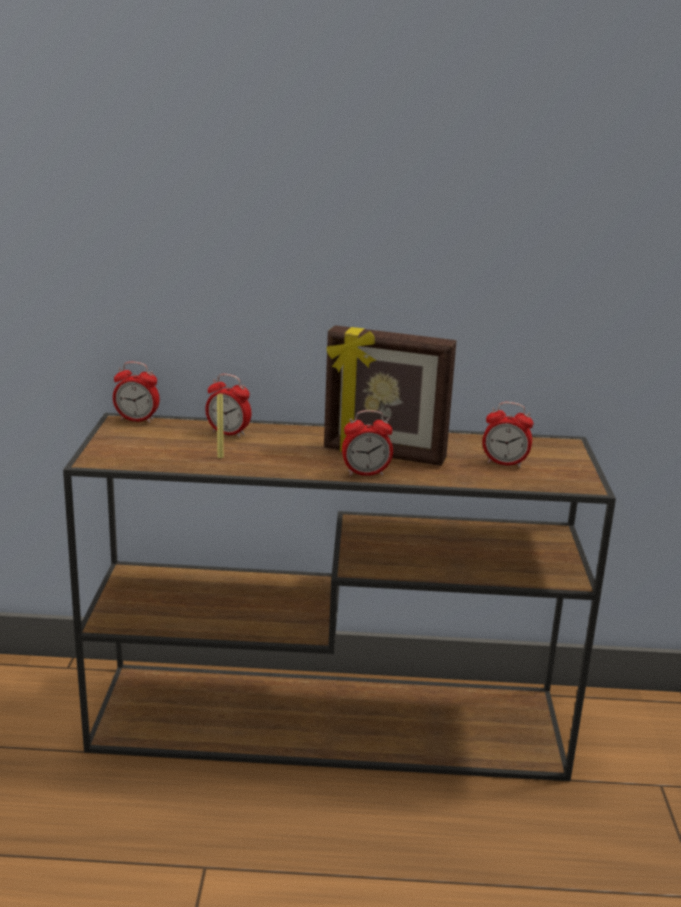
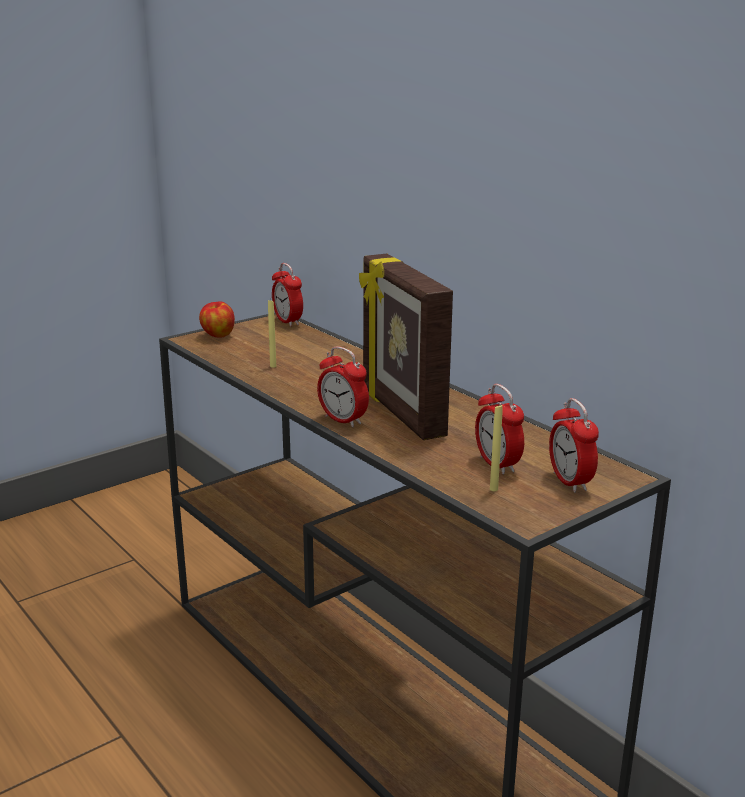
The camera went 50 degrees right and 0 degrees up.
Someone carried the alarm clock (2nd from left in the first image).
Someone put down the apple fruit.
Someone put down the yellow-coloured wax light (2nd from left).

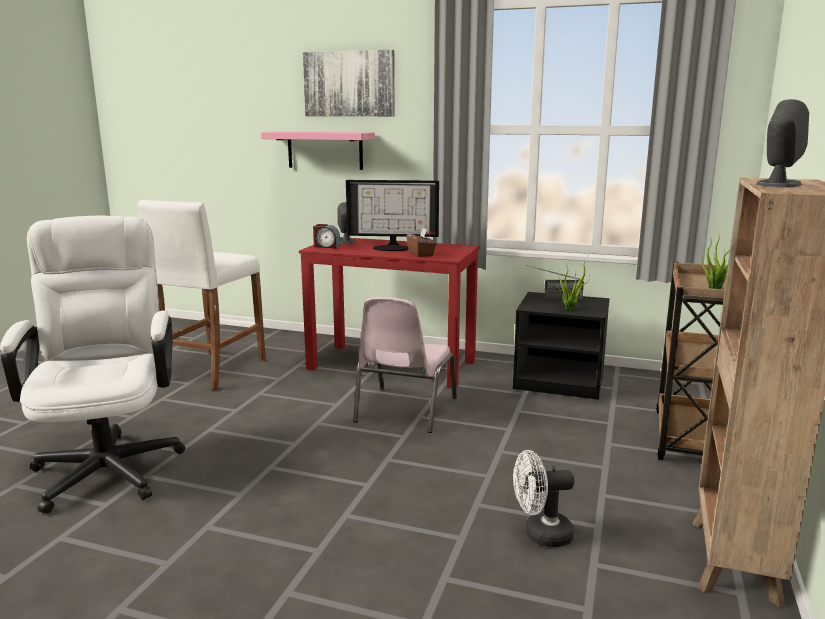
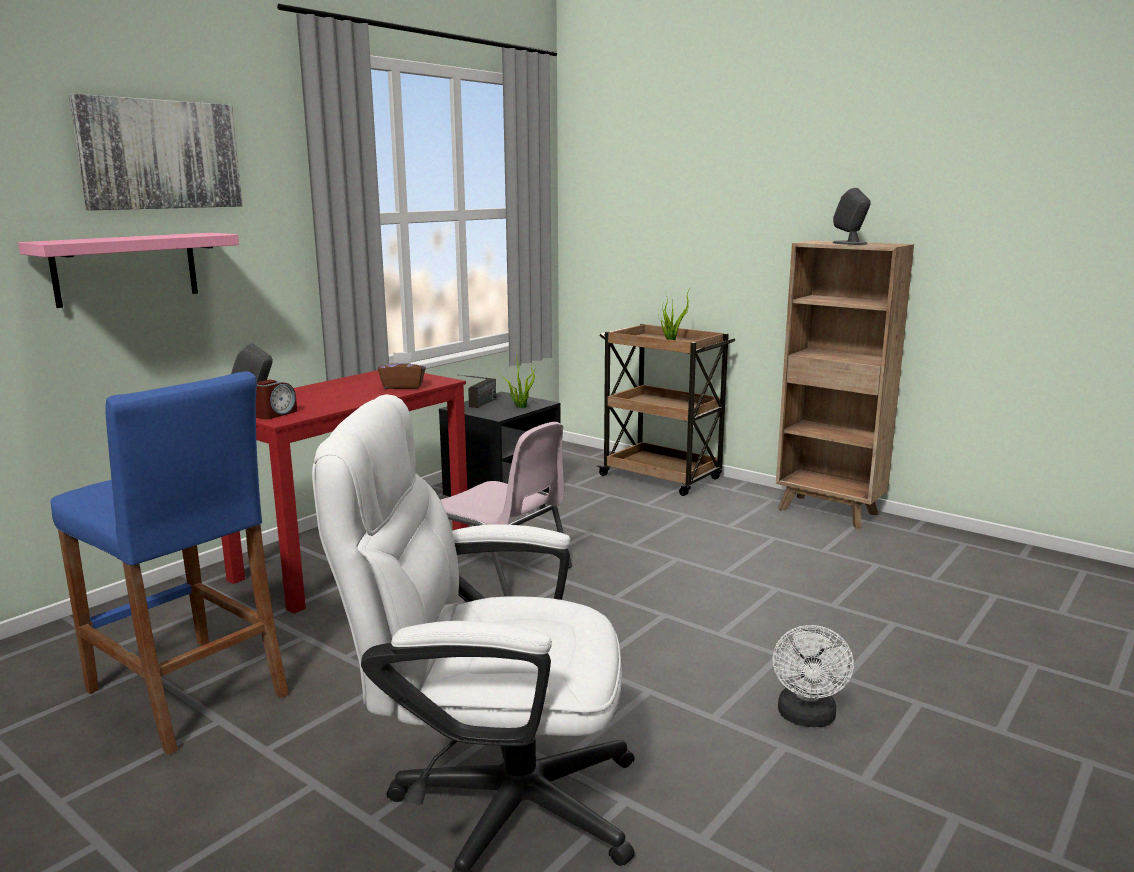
The camera went 70 degrees left and 0 degrees up.
Someone took away the computer screen.
Someone repainted the whitish sitting stool, which became the blue-coloured sitting stool.
Someone carried the whitish electric fan.

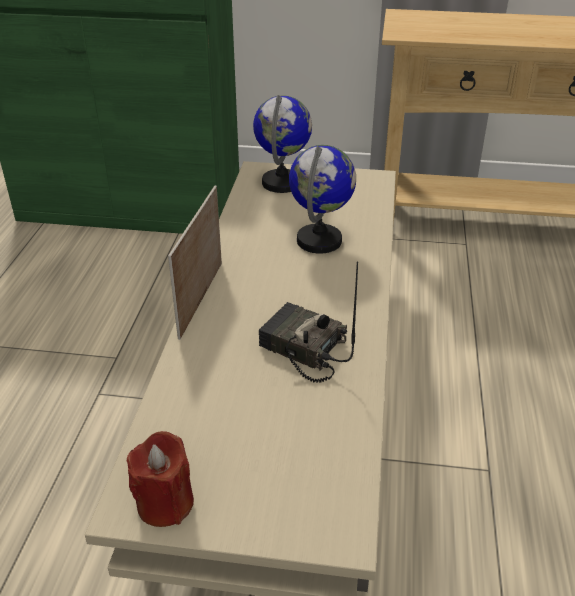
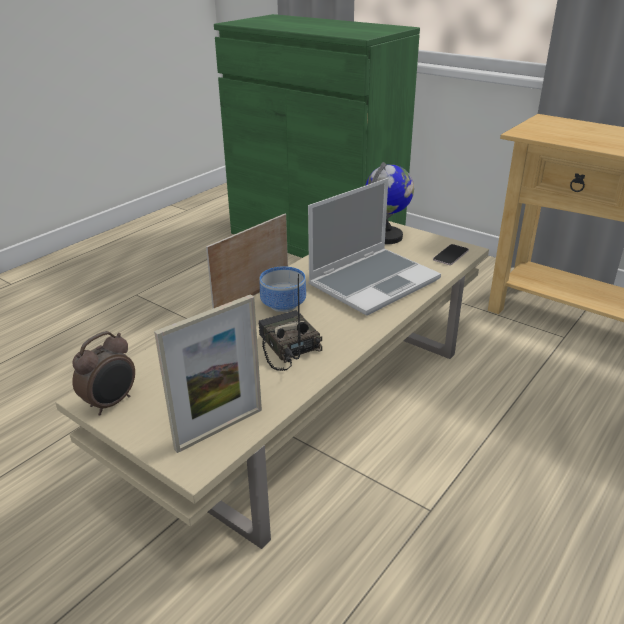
The camera went 30 degrees right and 5 degrees down.
Someone swapped the desk globe (2nd from left) for the laptop.
Someone swapped the red wax light for the alarm clock.
Someone put down the phone.
Someone put down the bowl.
Someone put down the standing frame (1st from left).

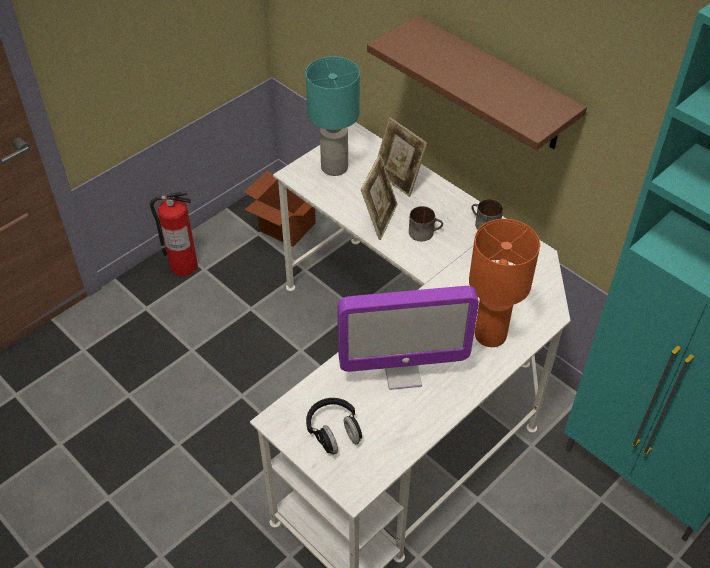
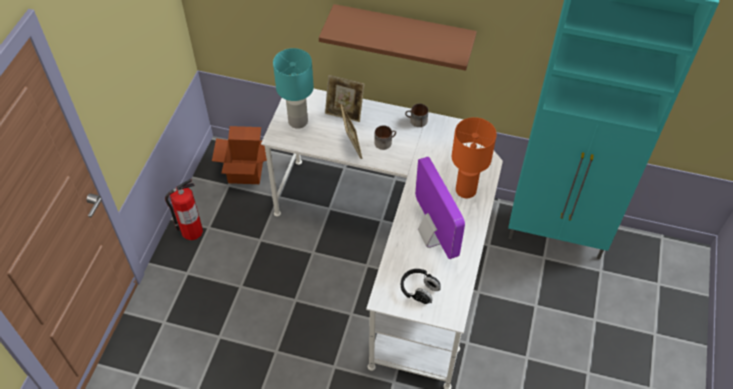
The camera went 30 degrees left and 5 degrees up.
Someone rotated the computer screen by 75 degrees counterclockwise.

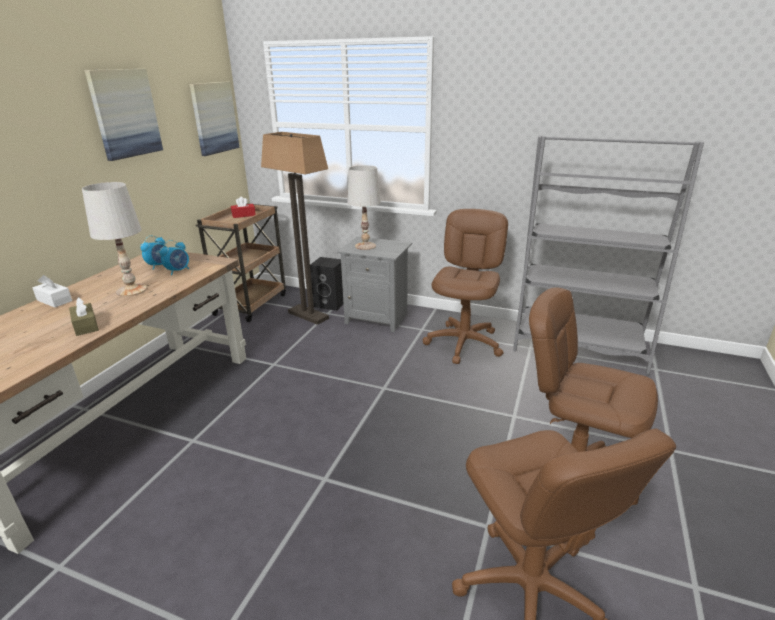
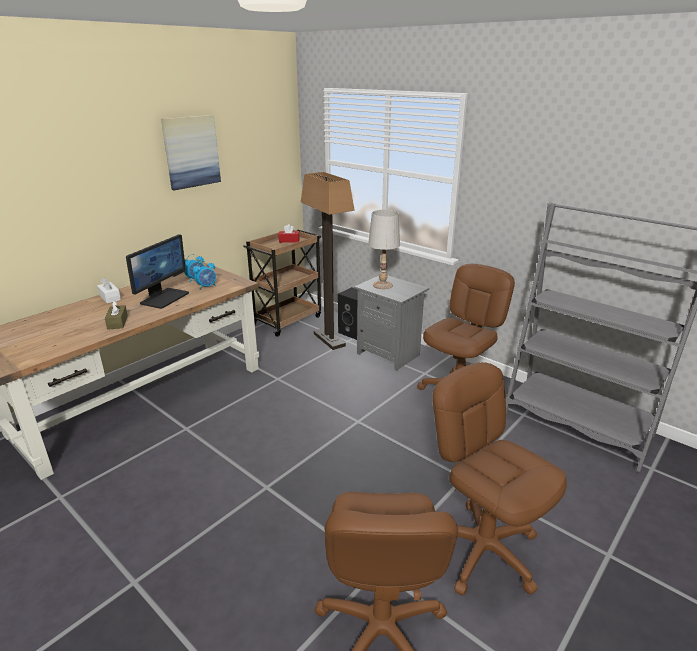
The camera went 20 degrees right and 0 degrees up.
Someone took away the picture (2nd from left).
Someone swapped the whitish lamp for a table (1st from left) for the computer screen.

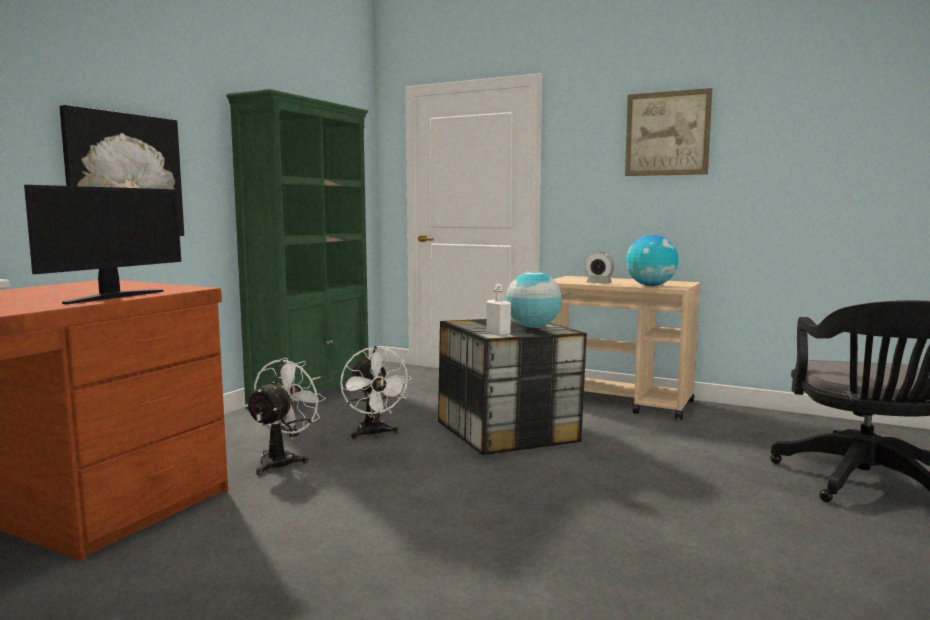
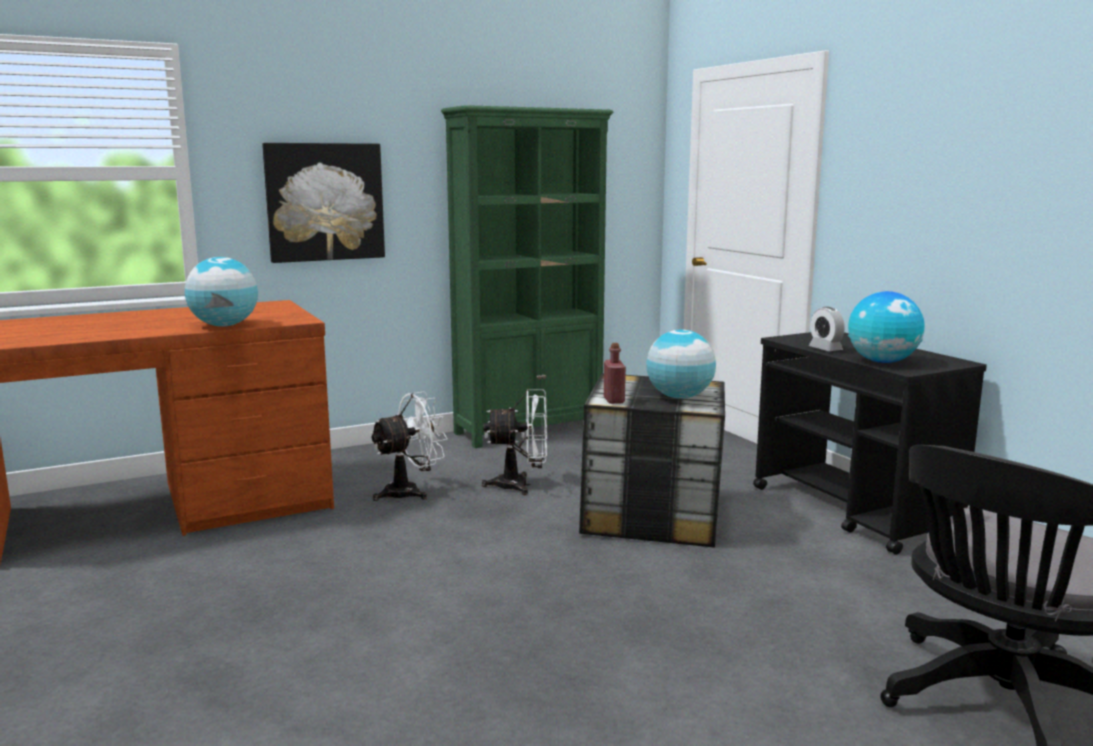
The camera went 35 degrees right and 5 degrees up.
Someone took away the picture (2nd from left).
Someone swapped the computer screen for the desk globe (1st from left).
Someone repainted the sand-coloured trolley, which became the black-coloured trolley.
Someone repainted the whitish drink bottle, which became the red drink bottle.
Someone rotated the whitish electric fan (2nd from left) by 105 degrees counterclockwise.

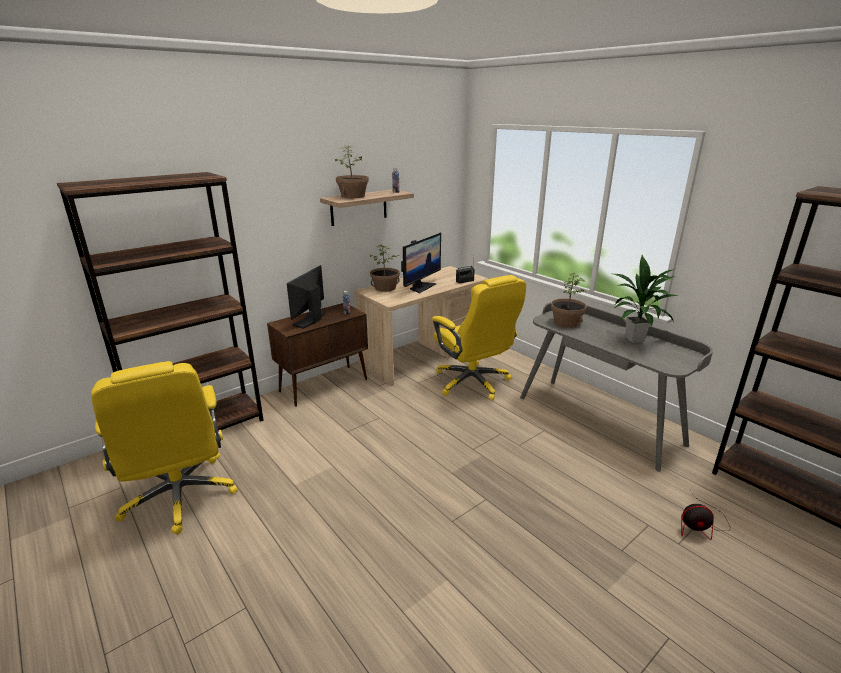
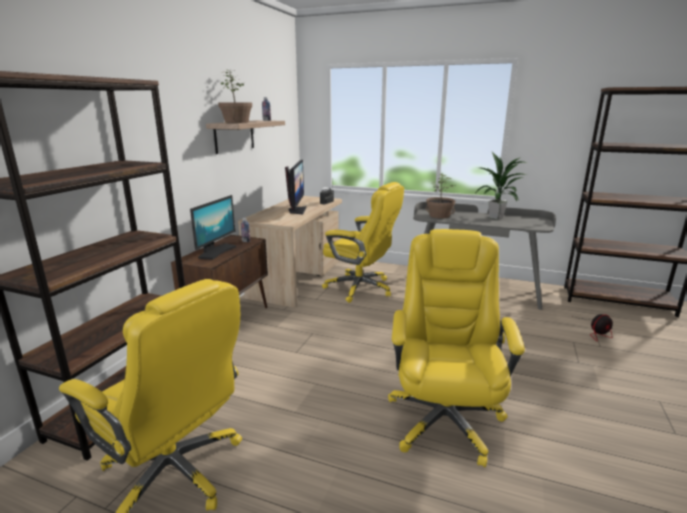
The camera went 30 degrees left and 5 degrees down.
Someone took away the houseplant (2nd from left).
Someone rotated the computer screen (1st from left) by 150 degrees counterclockwise.
Someone put down the yellow-coloured computer chair (3rd from left).

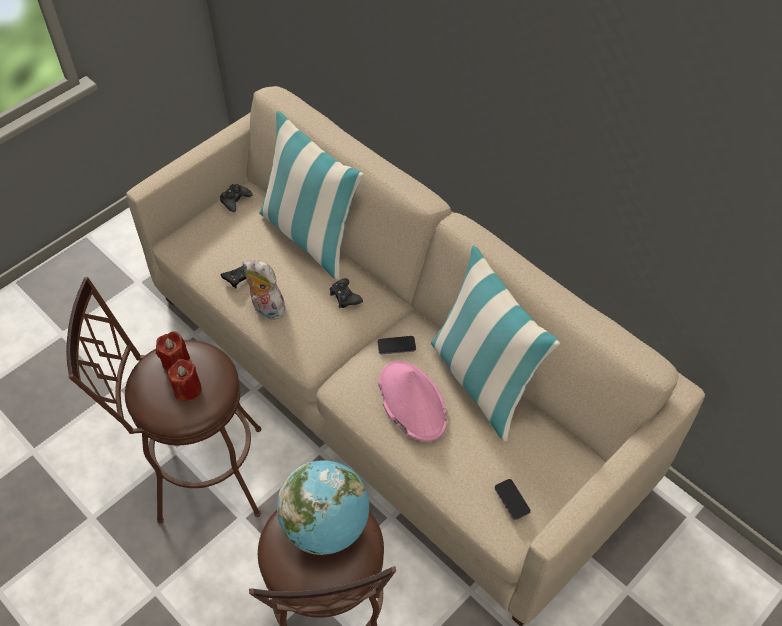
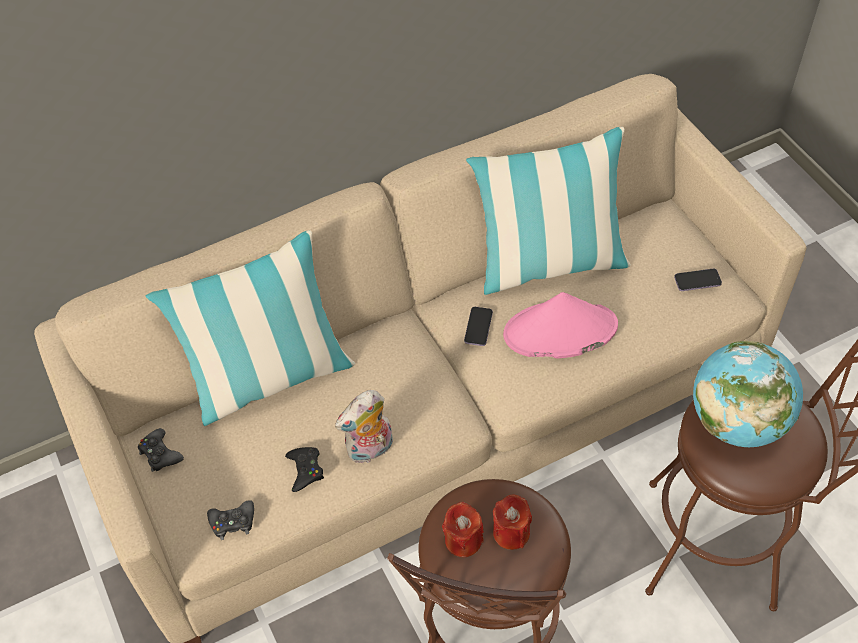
The camera went 70 degrees left and 0 degrees up.
Someone carried the black-coloured gamepad (3rd from left in the first image).

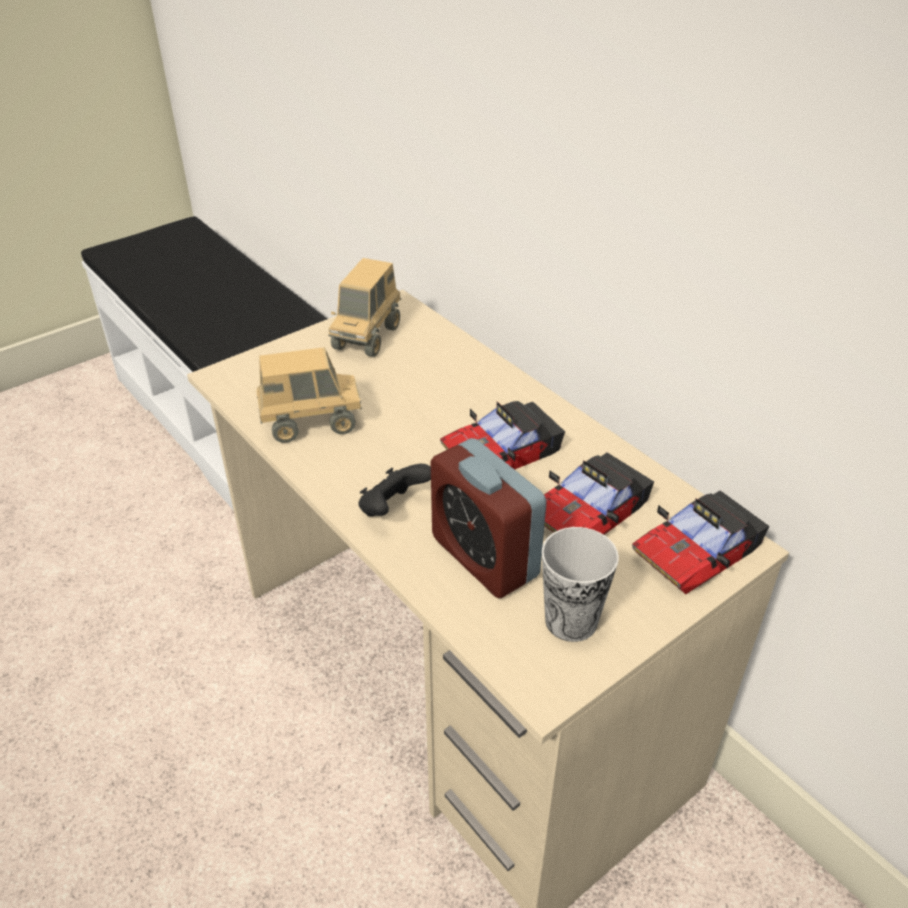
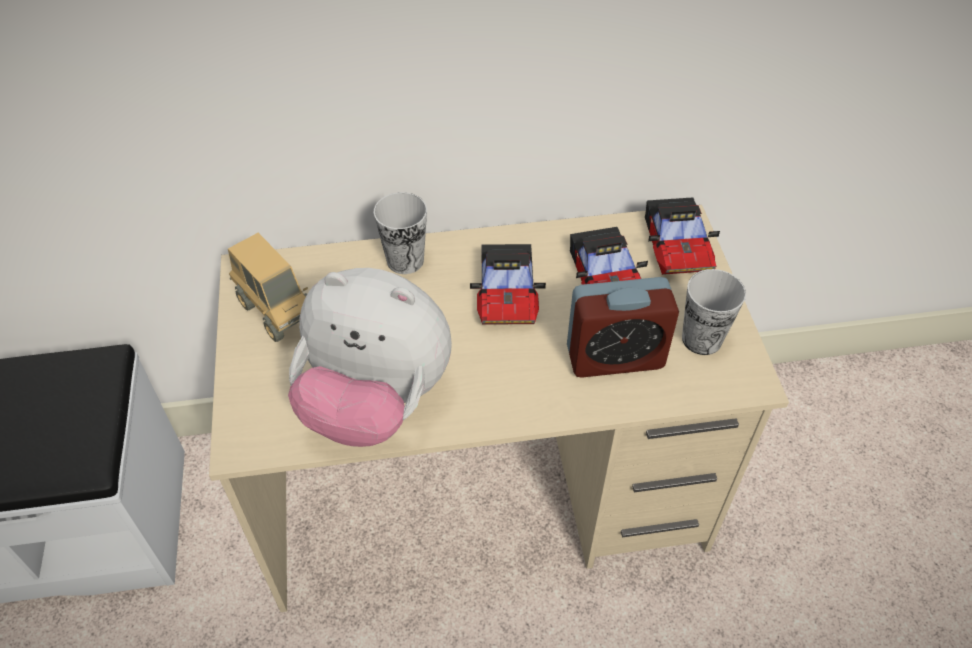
The camera went 60 degrees left and 10 degrees up.
Someone swapped the model truck (1st from left) for the soft toy.
Someone took away the black-coloured gamepad.
Someone put down the small cup (1st from left).

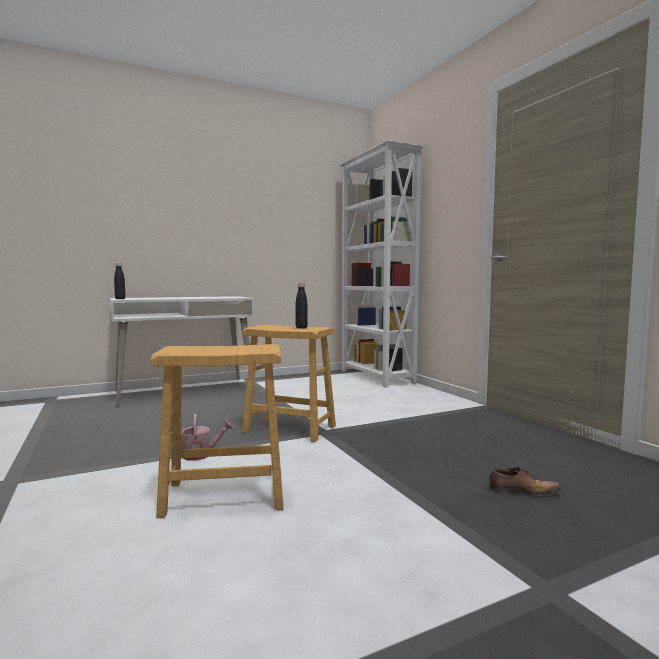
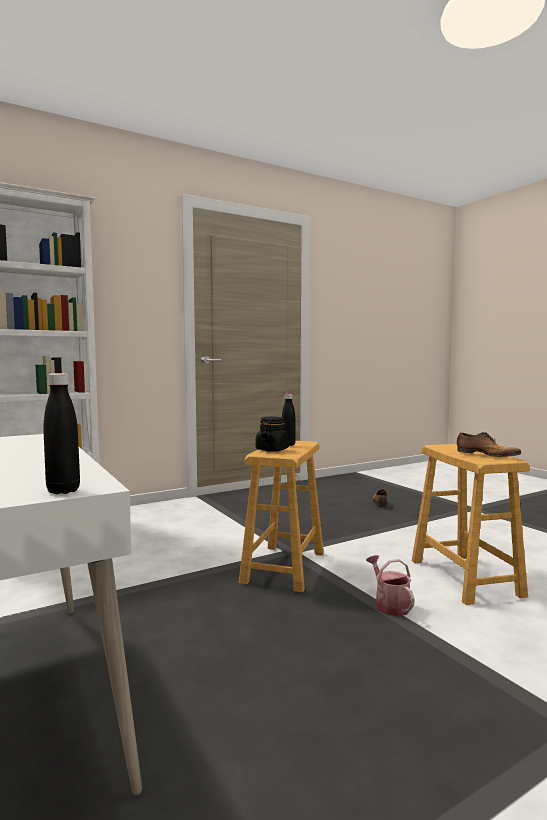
The camera went 95 degrees left and 0 degrees up.
Someone put down the black-coloured preserve jar.
Someone put down the shoe (2nd from left).

